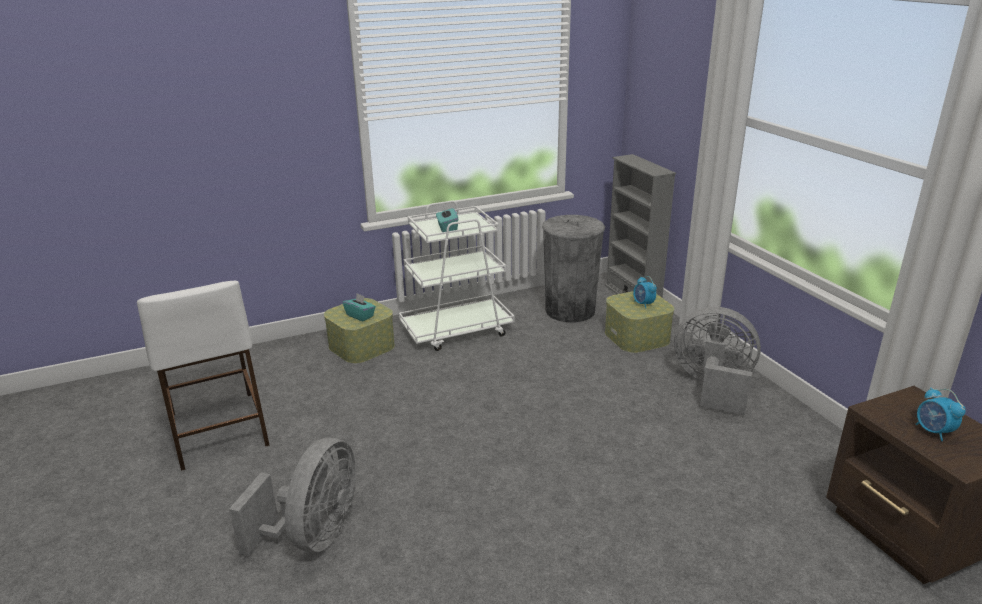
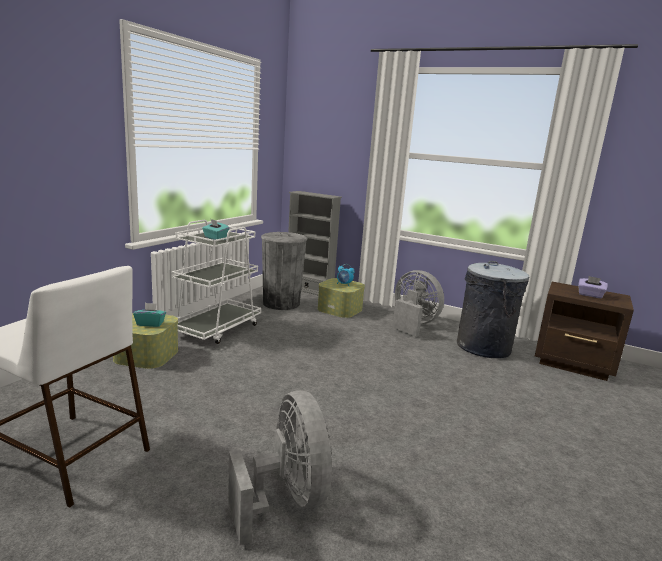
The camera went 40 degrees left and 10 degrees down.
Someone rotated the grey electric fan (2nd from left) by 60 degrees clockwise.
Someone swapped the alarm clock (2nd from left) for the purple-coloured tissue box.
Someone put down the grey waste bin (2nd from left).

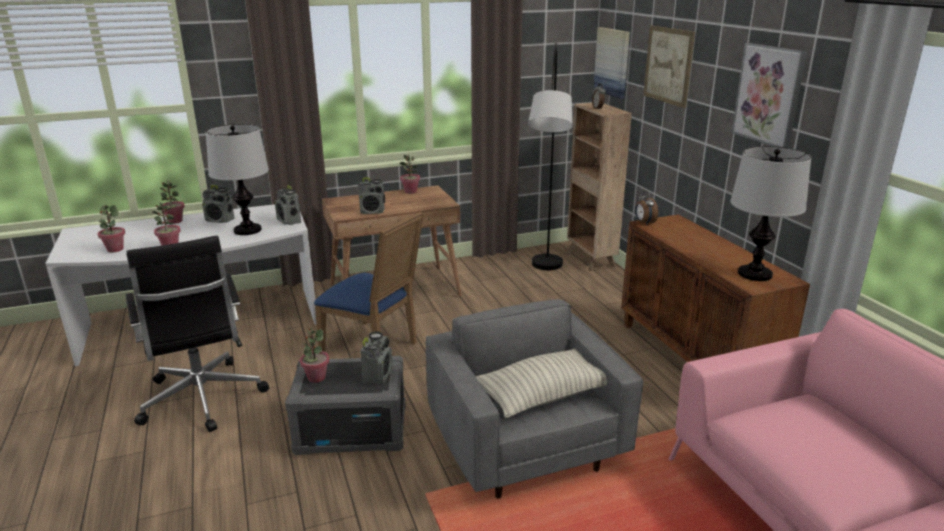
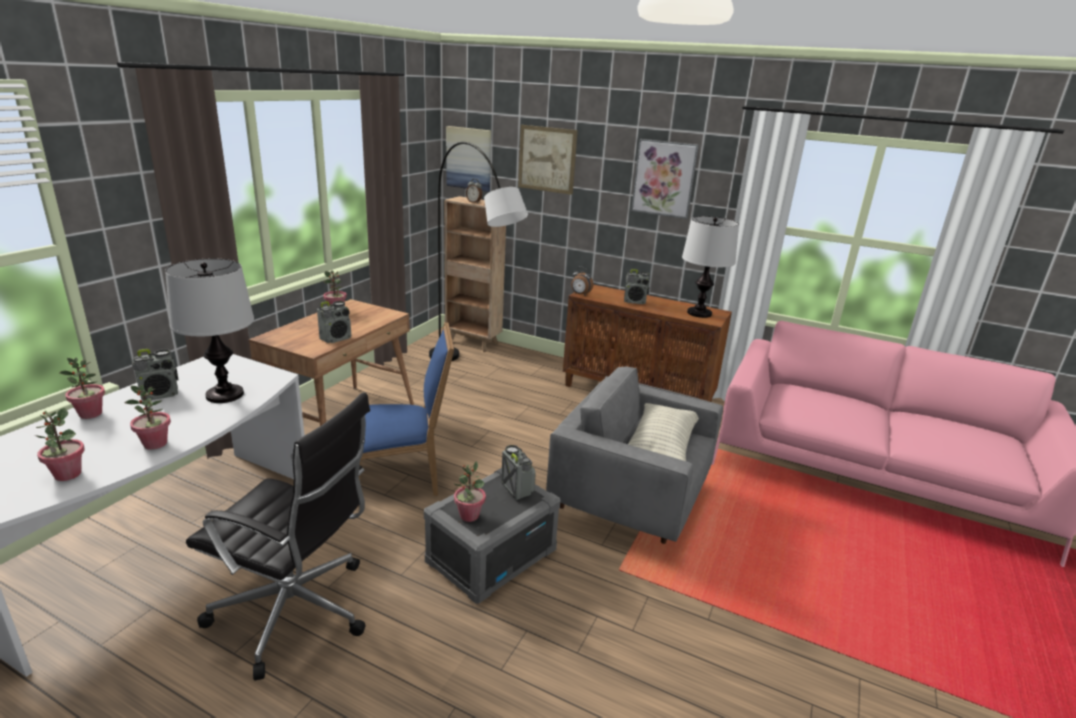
The camera went 45 degrees left and 0 degrees up.
Someone carried the radio receiver (2nd from left in the first image).

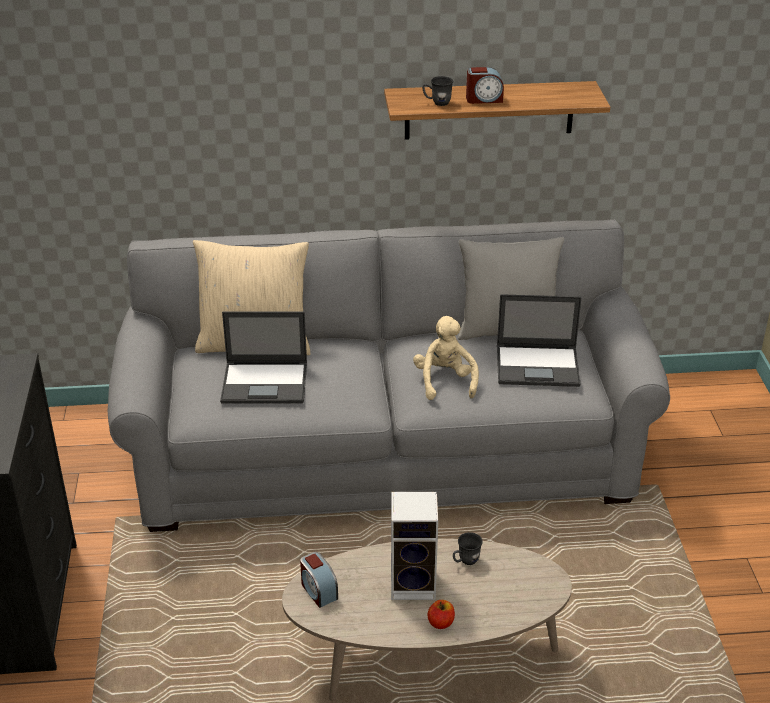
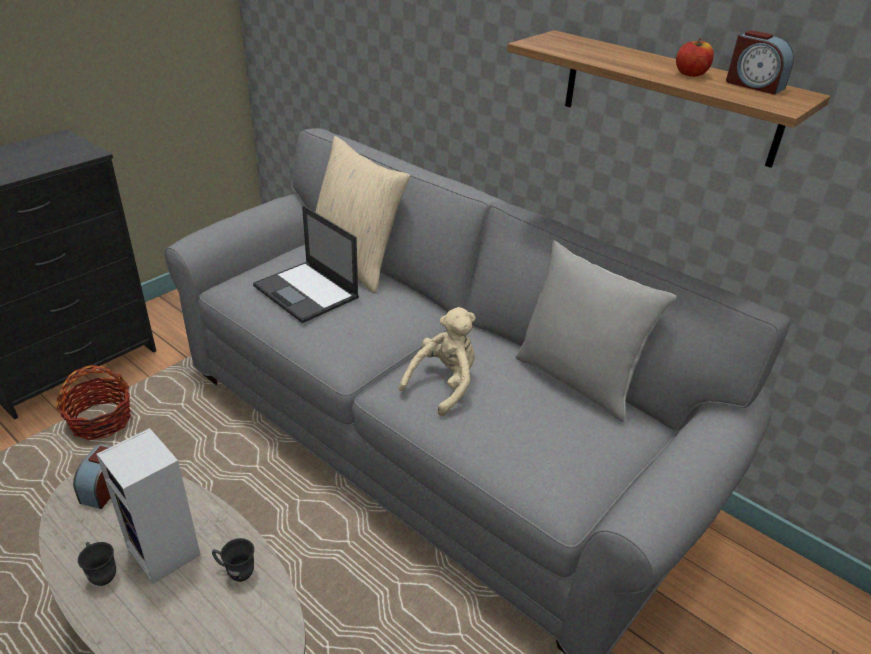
The camera went 45 degrees right and 0 degrees up.
Someone carried the alarm clock (2nd from left).
Someone carried the grey tea mug (1st from left).
Someone took away the laptop (2nd from left).
Someone carried the apple fruit.
Someone put down the storage basket.

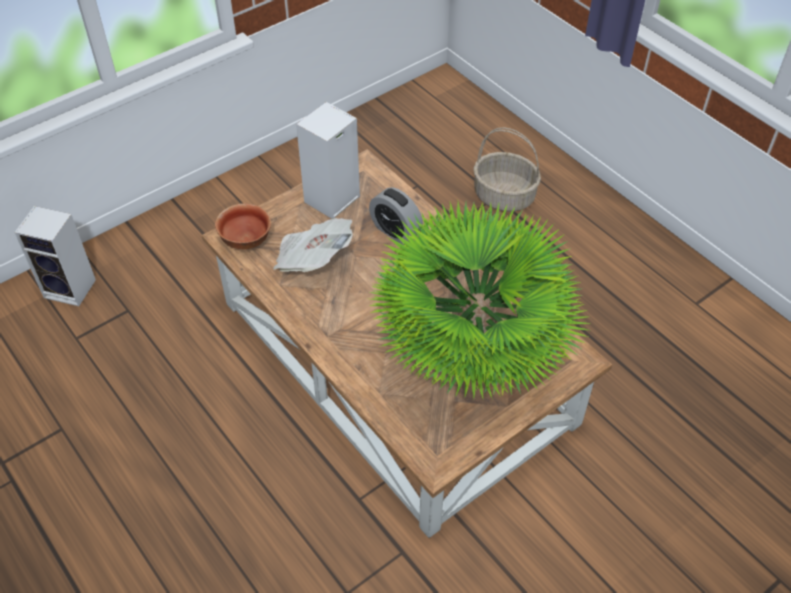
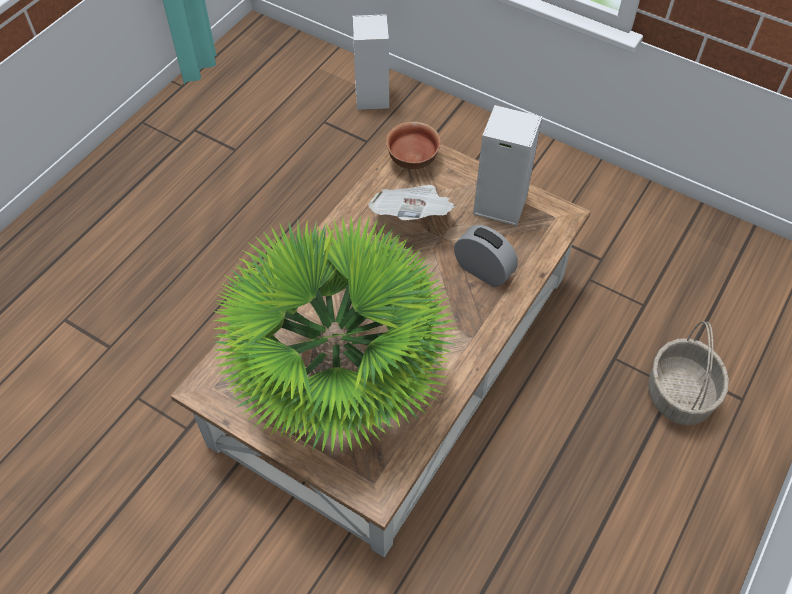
The camera went 70 degrees right and 5 degrees up.
Someone rotated the alarm clock by 105 degrees clockwise.

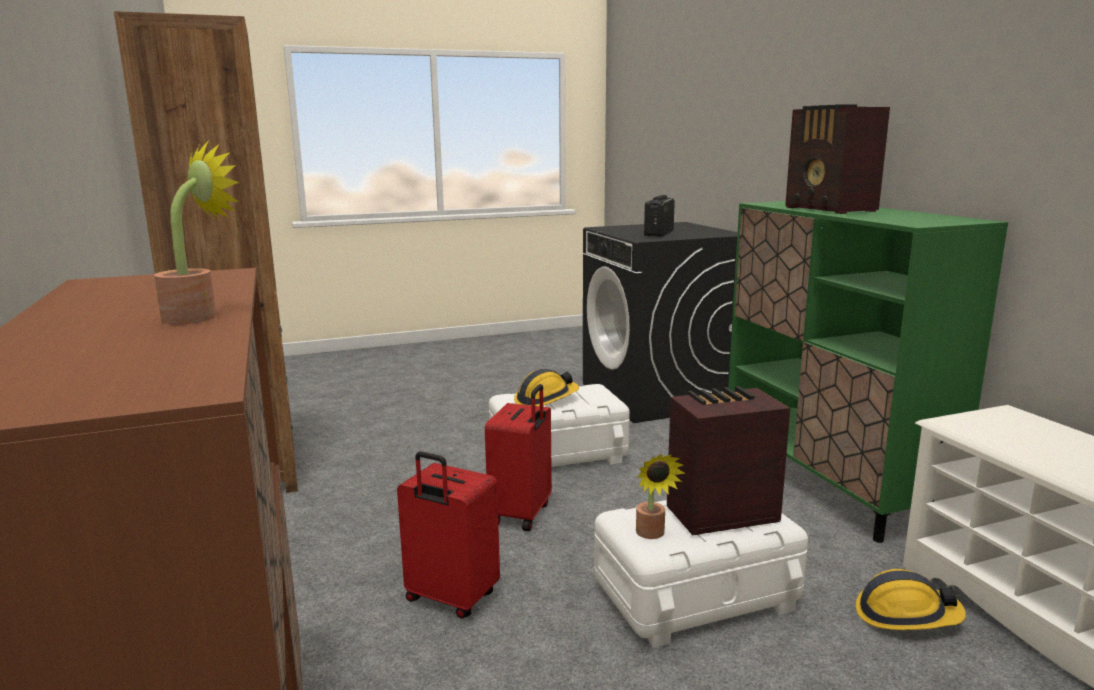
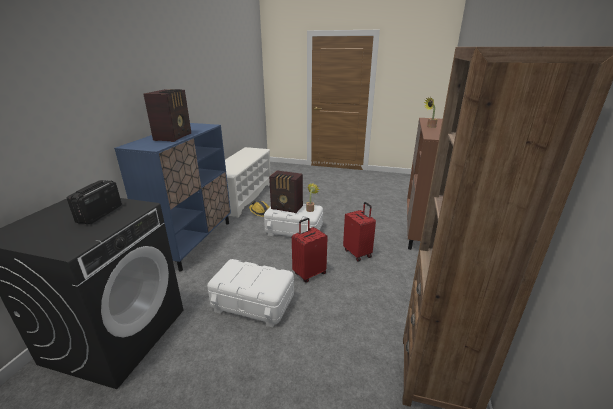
The camera went 145 degrees left and 10 degrees up.
Someone rotated the radio receiver (1st from left) by 135 degrees clockwise.
Someone repainted the green-coloured storage cabinet, which became the blue-coloured storage cabinet.
Someone took away the hard hat (1st from left).

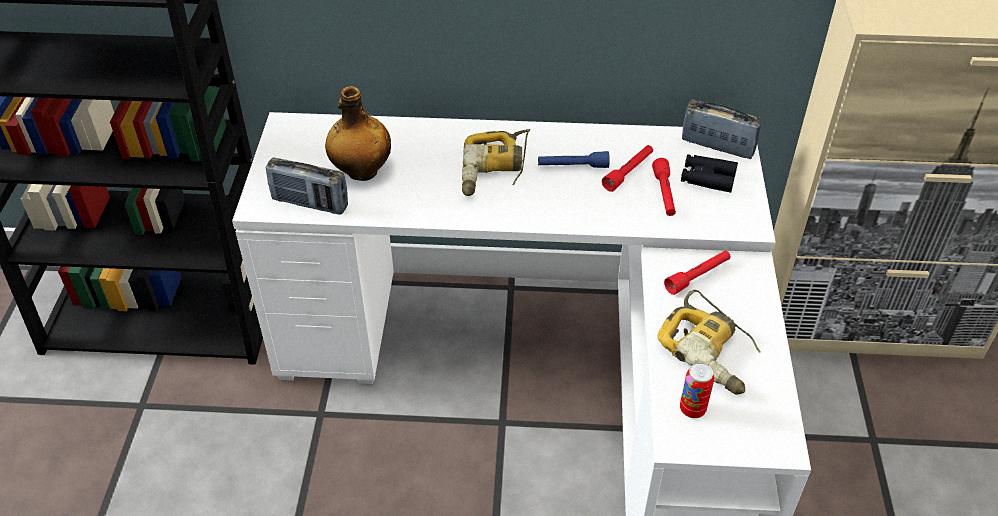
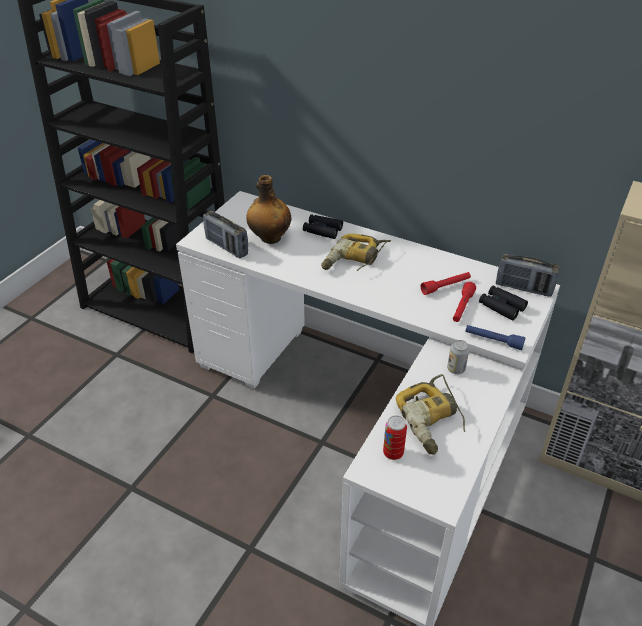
The camera went 25 degrees right and 5 degrees down.
Someone rotated the radio receiver (2nd from left) by 150 degrees clockwise.
Someone carried the blue-coloured hand torch.
Someone swapped the red hand torch (3rd from left) for the can (2nd from left).
Someone put down the black-coloured field glasses (1st from left).

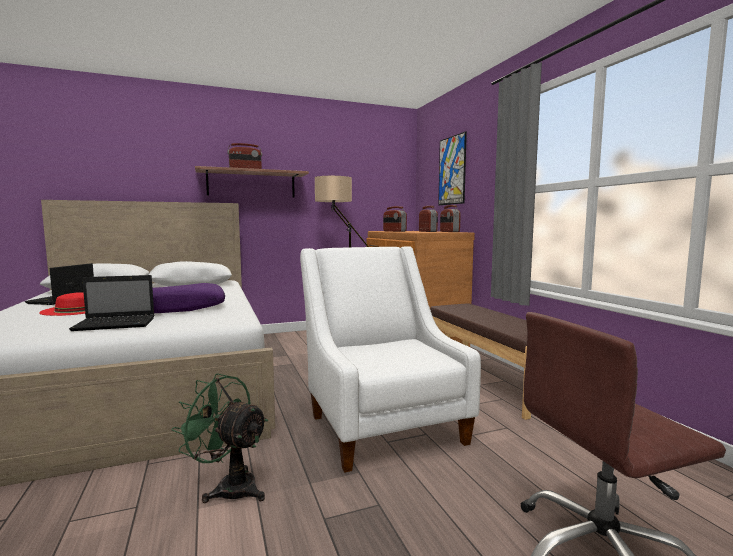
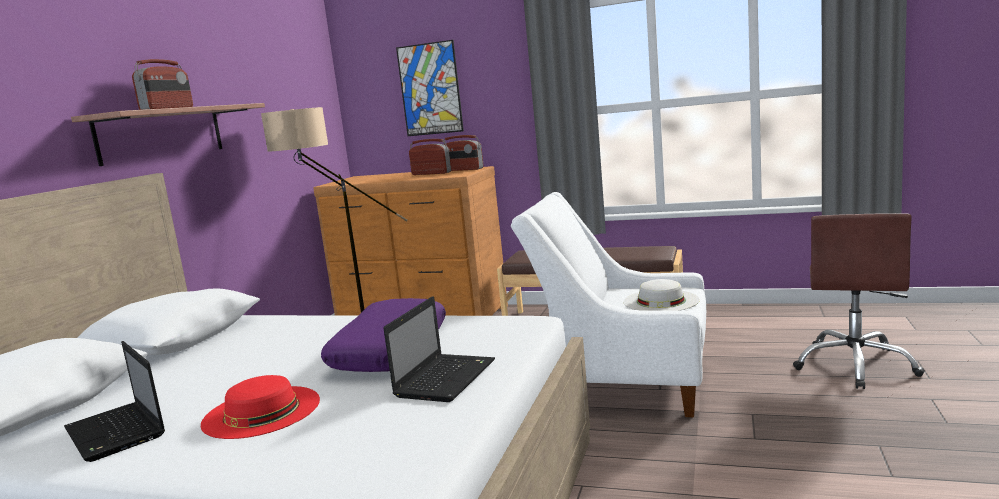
The camera went 50 degrees left and 5 degrees up.
Someone took away the radio receiver (2nd from left).
Someone took away the green-coloured electric fan.
Someone put down the whitish hat.

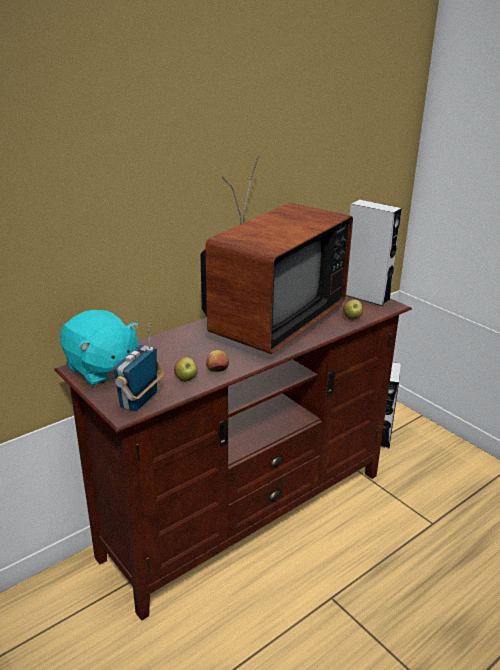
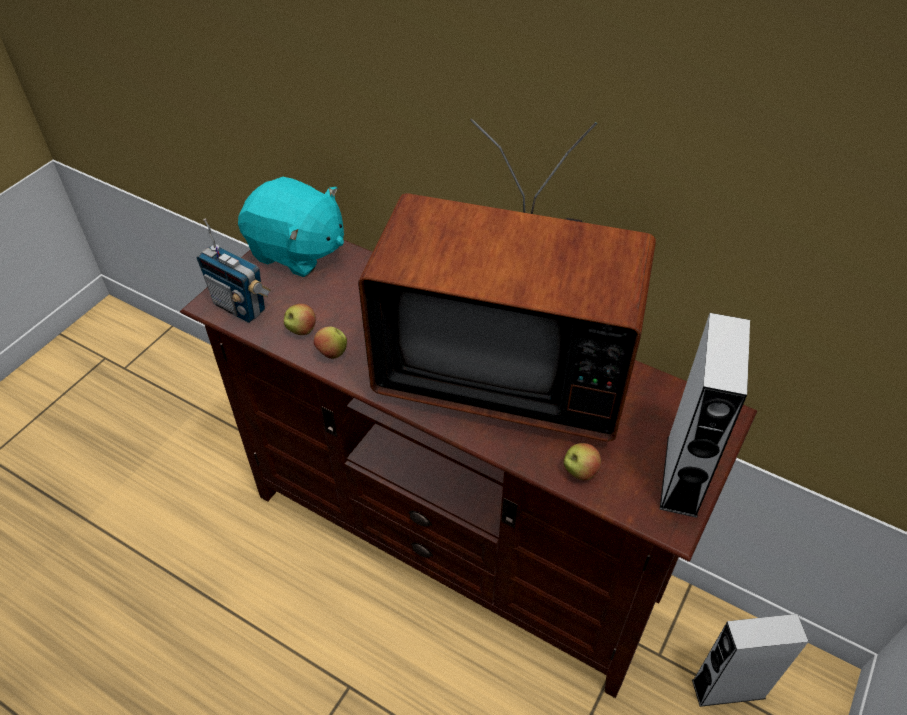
The camera went 70 degrees right and 20 degrees up.
Someone rotated the blue-green soft toy by 90 degrees counterclockwise.
Someone rotated the radio receiver by 150 degrees counterclockwise.

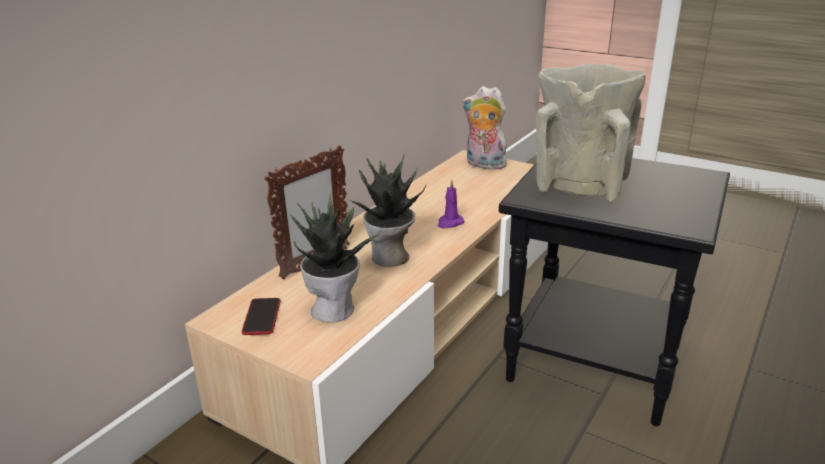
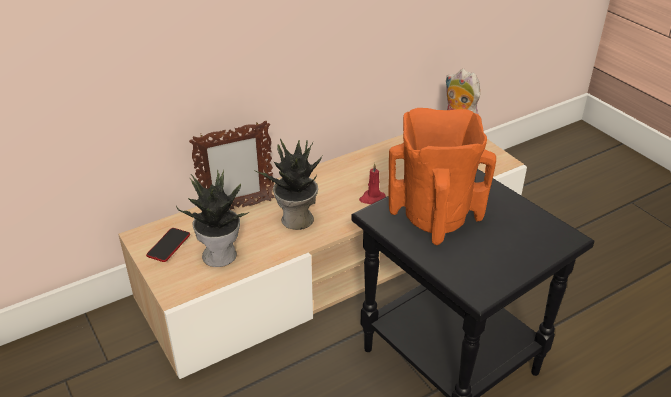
The camera went 25 degrees right and 10 degrees up.
Someone repainted the sand-coloured decorative vase, which became the orange-coloured decorative vase.
Someone repainted the purple-coloured wax light, which became the red wax light.

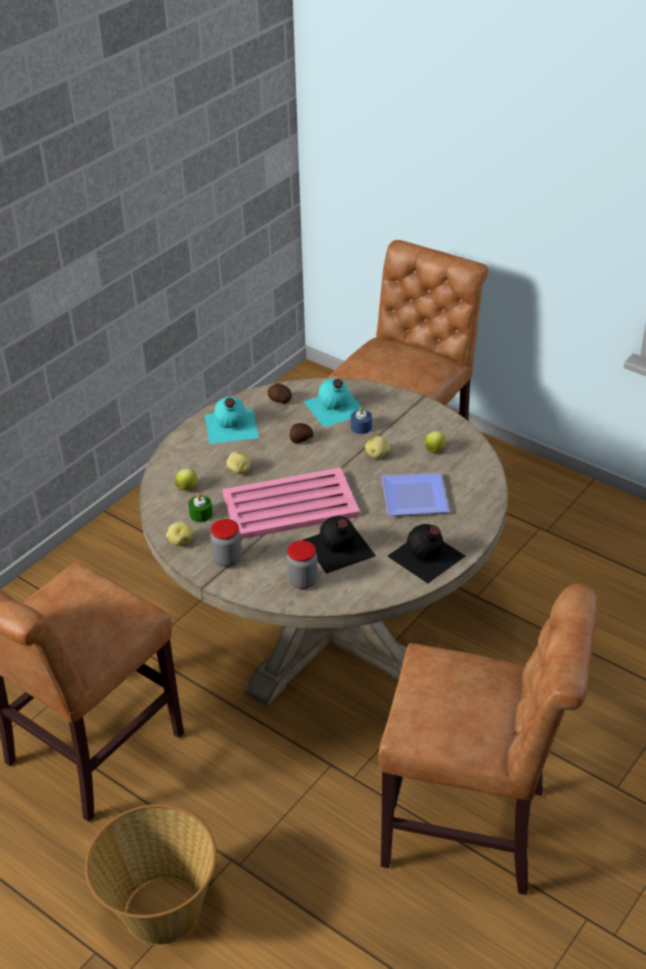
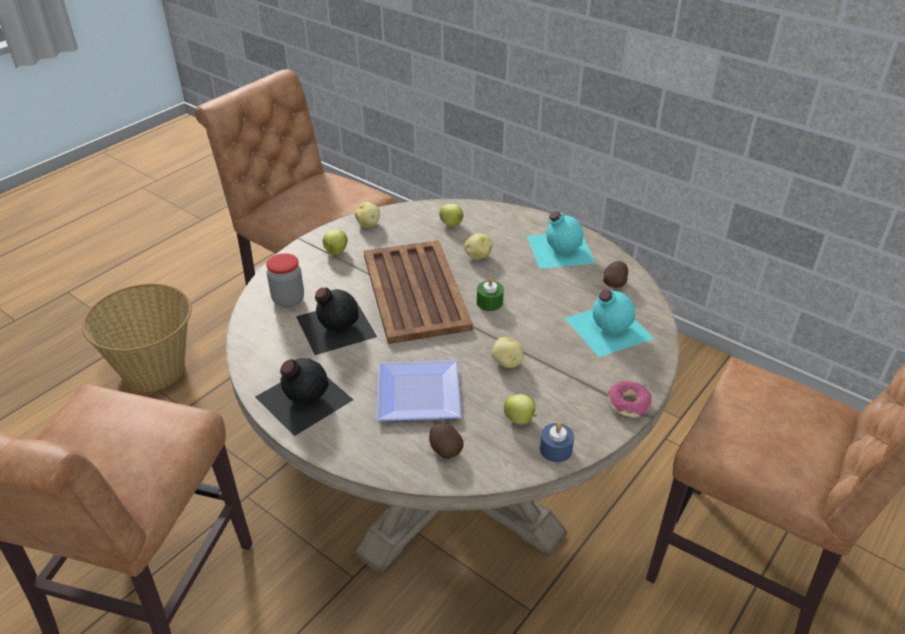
The camera went 90 degrees right and 0 degrees up.
Someone carried the blue-coloured wax light.
Someone carried the spud (4th from left in the first image).
Someone repainted the pink carrying tray, which became the brown-coloured carrying tray.
Someone carried the green-coloured wax light.
Someone swapped the preserve jar (1st from left) for the apple fruit (1st from left).
Someone put down the doughnut.

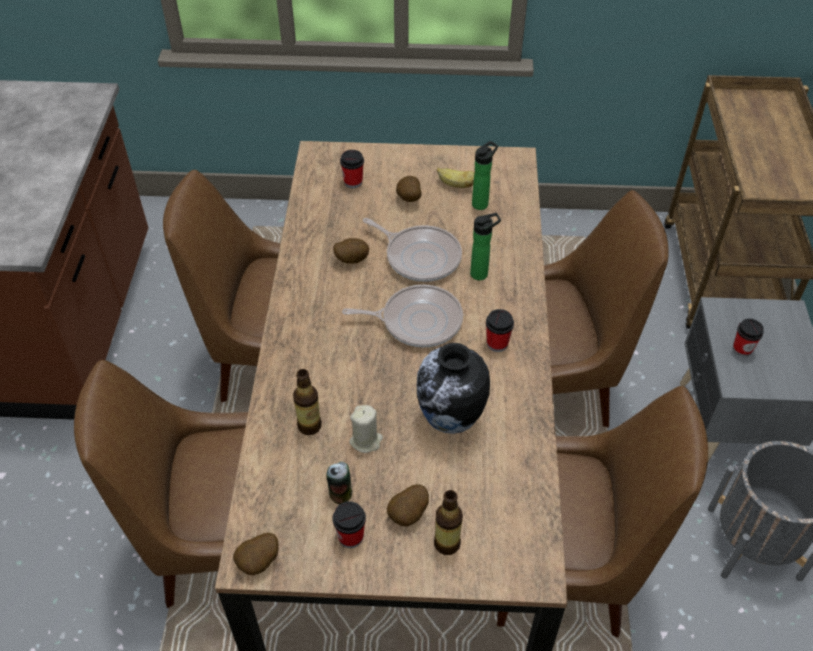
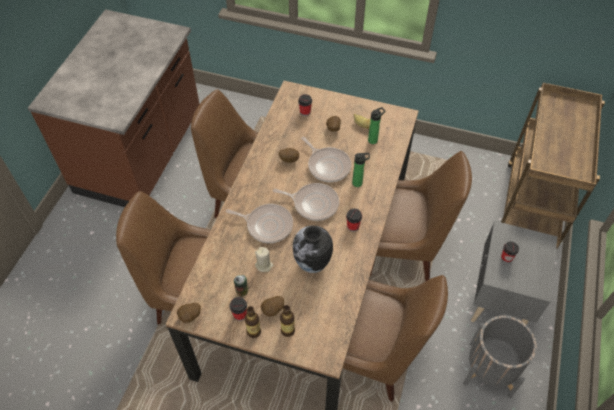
The camera went 15 degrees right and 5 degrees up.
Someone carried the drink bottle (1st from left).
Someone put down the frying pan (1st from left).

